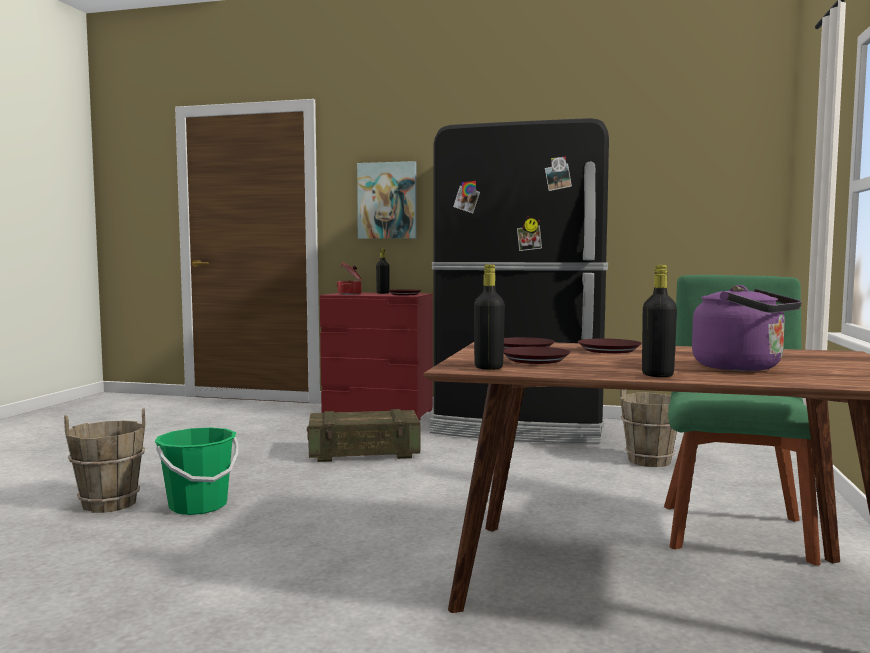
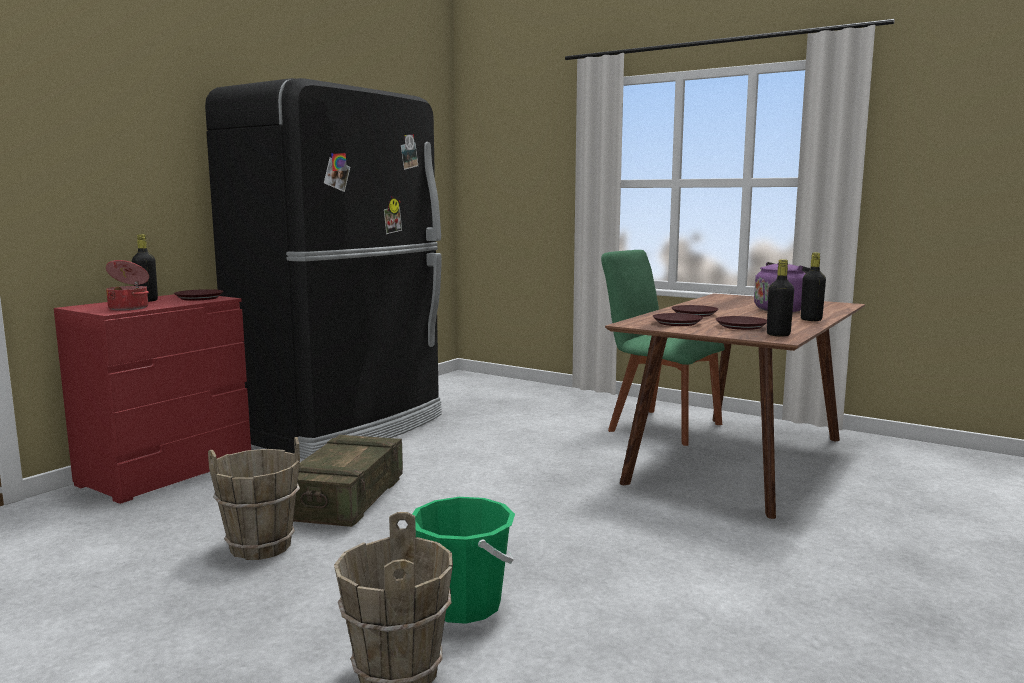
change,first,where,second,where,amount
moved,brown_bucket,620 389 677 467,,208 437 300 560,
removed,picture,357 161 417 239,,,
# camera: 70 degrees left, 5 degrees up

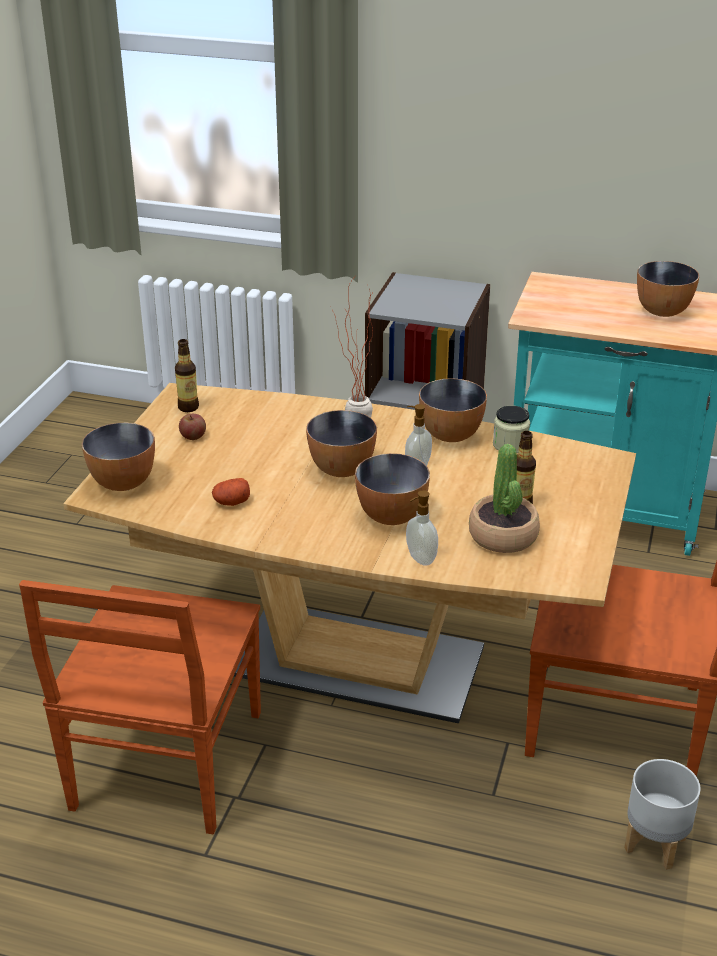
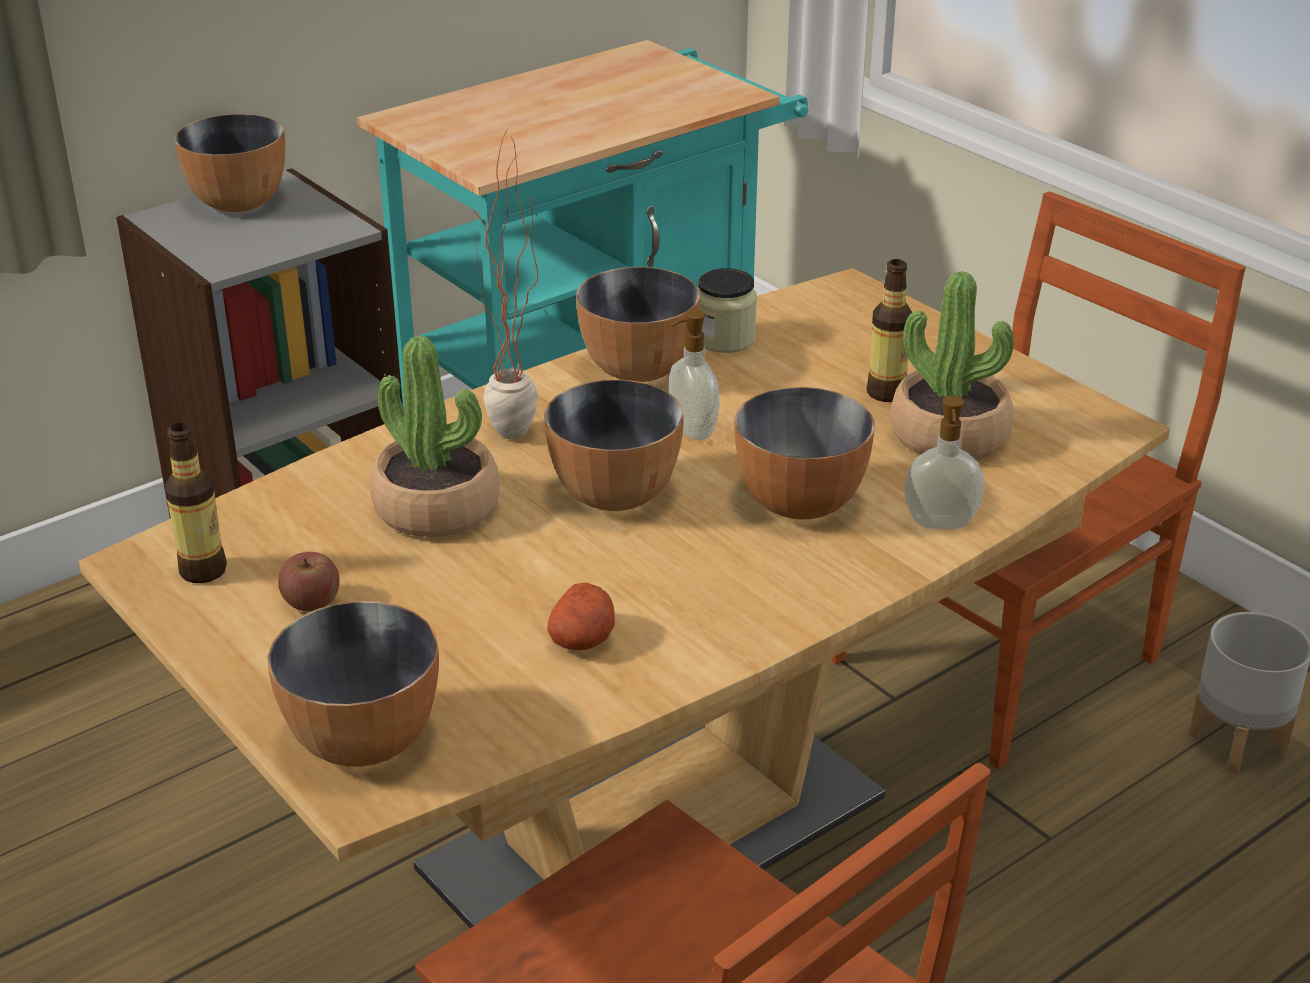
change,first,where,second,where,amount
moved,bowl,637 261 699 317,,174 114 285 212,
added,,,potted_plant,370 336 500 537,
# camera: 55 degrees left, 0 degrees up

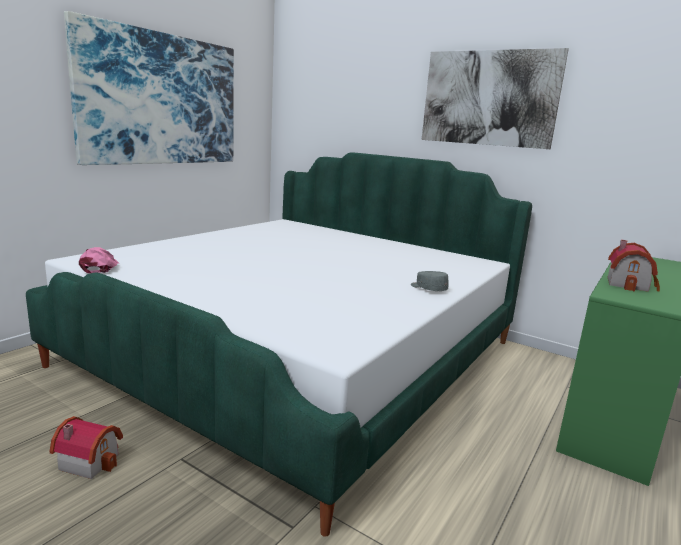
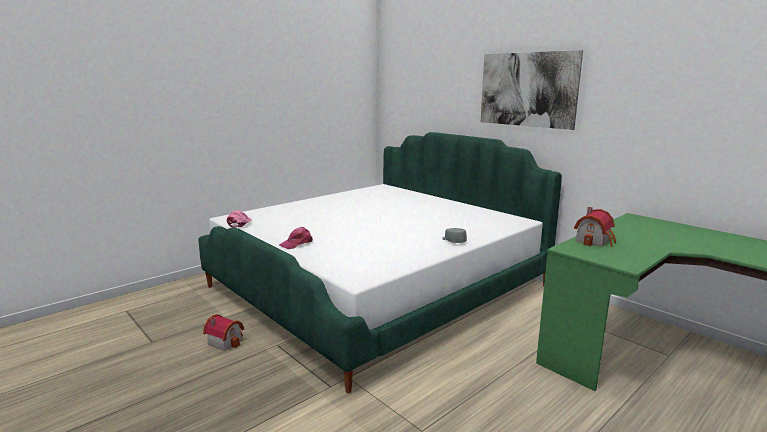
change,first,where,second,where,amount
added,,,pink_cap,279 227 313 249,
removed,picture,64 11 234 165,,,
# camera: 15 degrees right, 0 degrees up

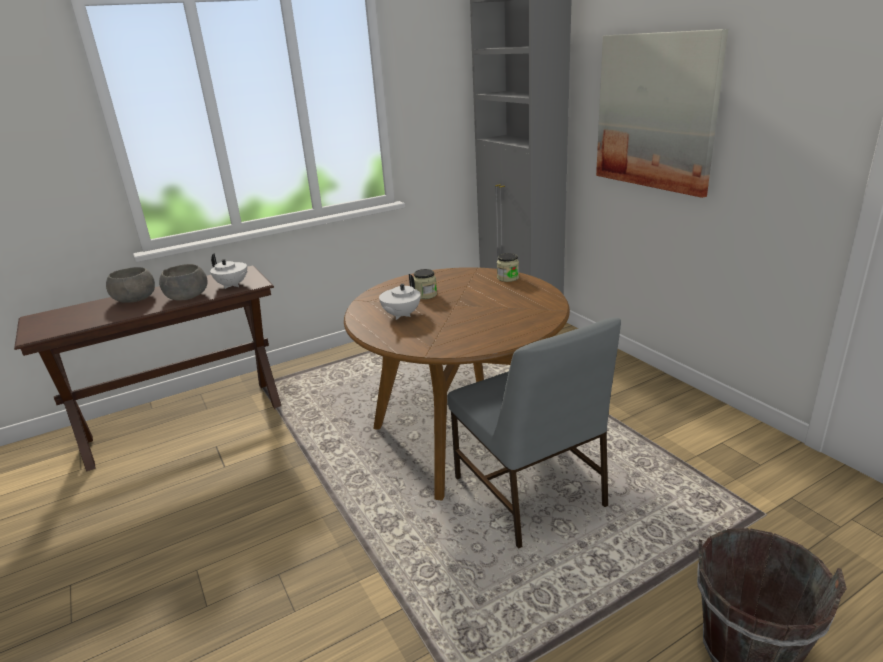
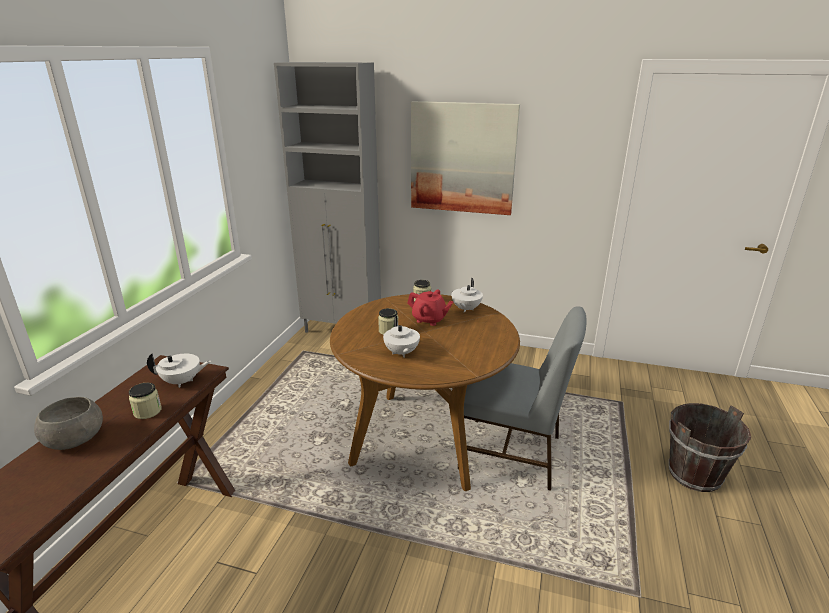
change,first,where,second,where,amount
replaced,grey_bowl,159 264 208 300,jar,129 383 162 419,
added,,,red_teapot,407 290 453 326,
added,,,white_teapot,451 278 483 313,
# camera: 45 degrees left, 0 degrees up

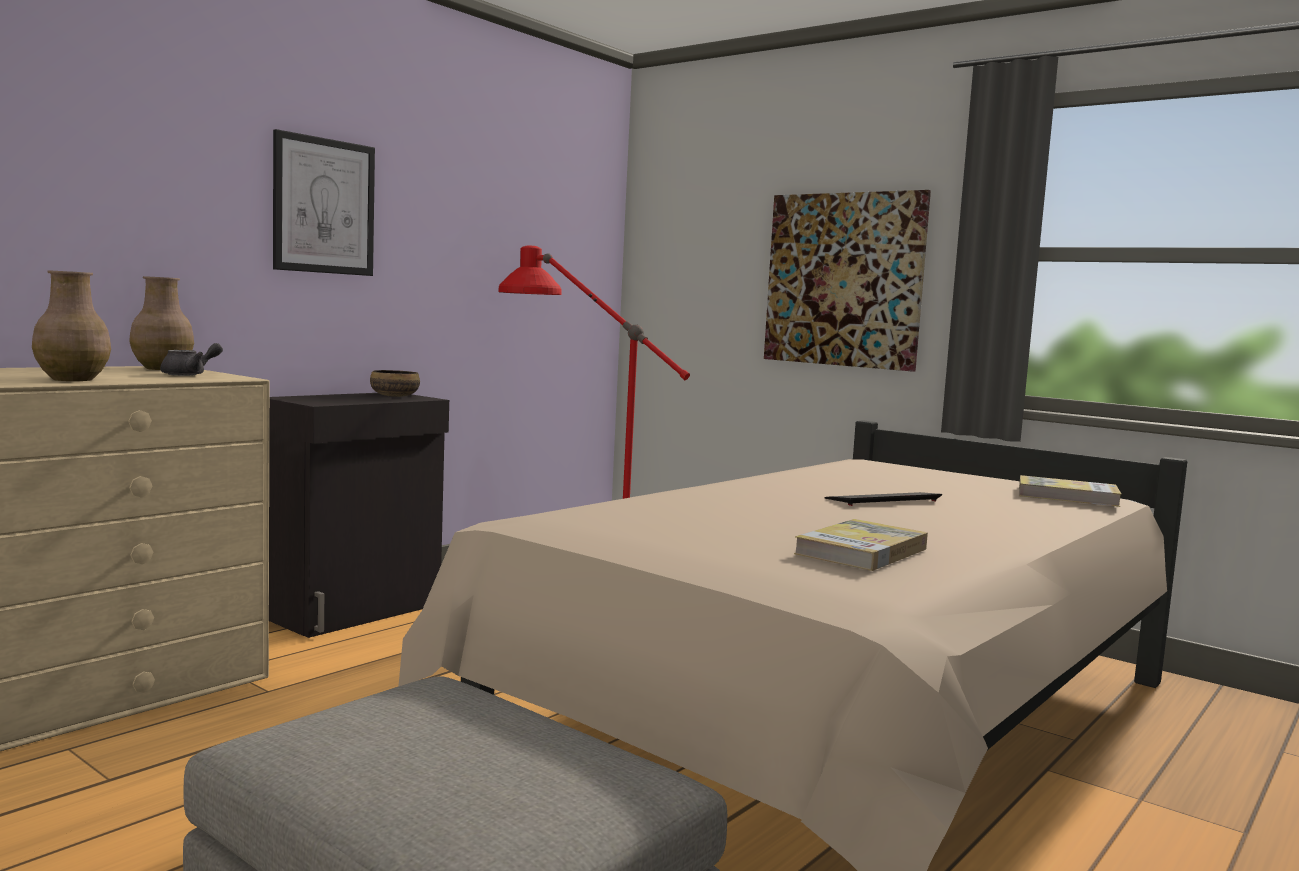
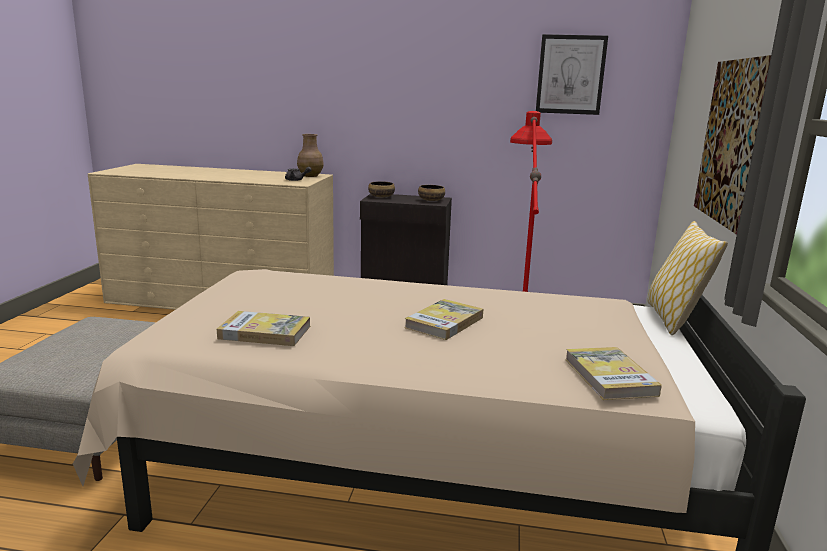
change,first,where,second,where,amount
added,,,bowl,368 181 395 197,
replaced,keyboard,825 492 942 506,book,405 299 483 340,
moved,picture,273 129 375 276,,536 34 608 115,
added,,,pillow,647 221 728 335,
removed,brown_vase,32 270 111 381,,,
# camera: 60 degrees right, 10 degrees up

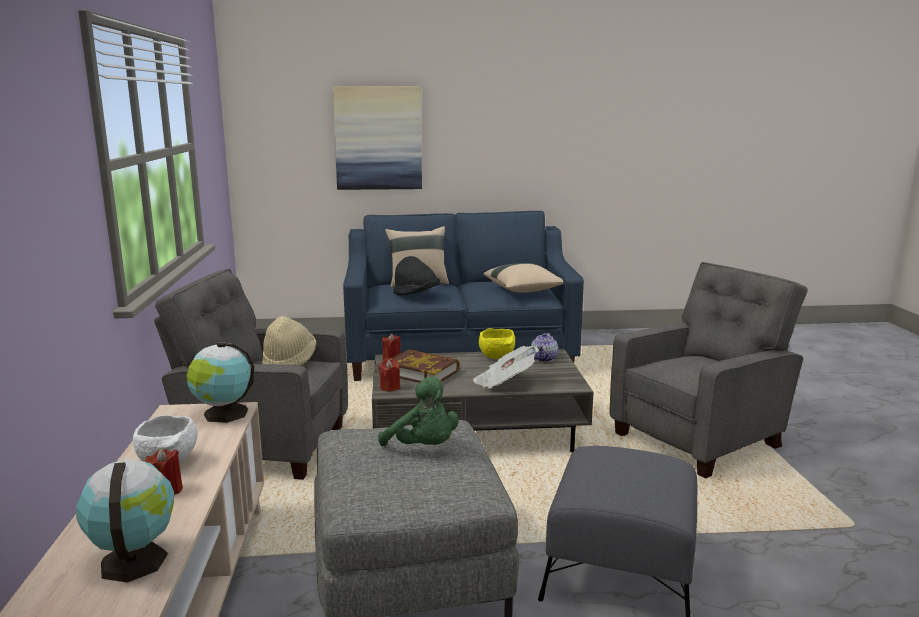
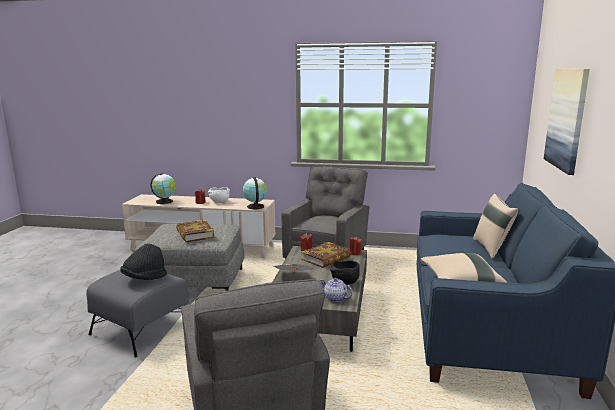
change,first,where,second,where,amount
moved,black_hat,393 256 440 295,,120 244 167 280,
replaced,green_plush_toy,378 377 459 446,book,176 220 214 242,
recoloured,yellow_bowl,479 328 515 359,black_bowl,330 260 360 284,
removed,beige_hat,262 316 316 365,,,
# camera: 105 degrees right, 0 degrees up

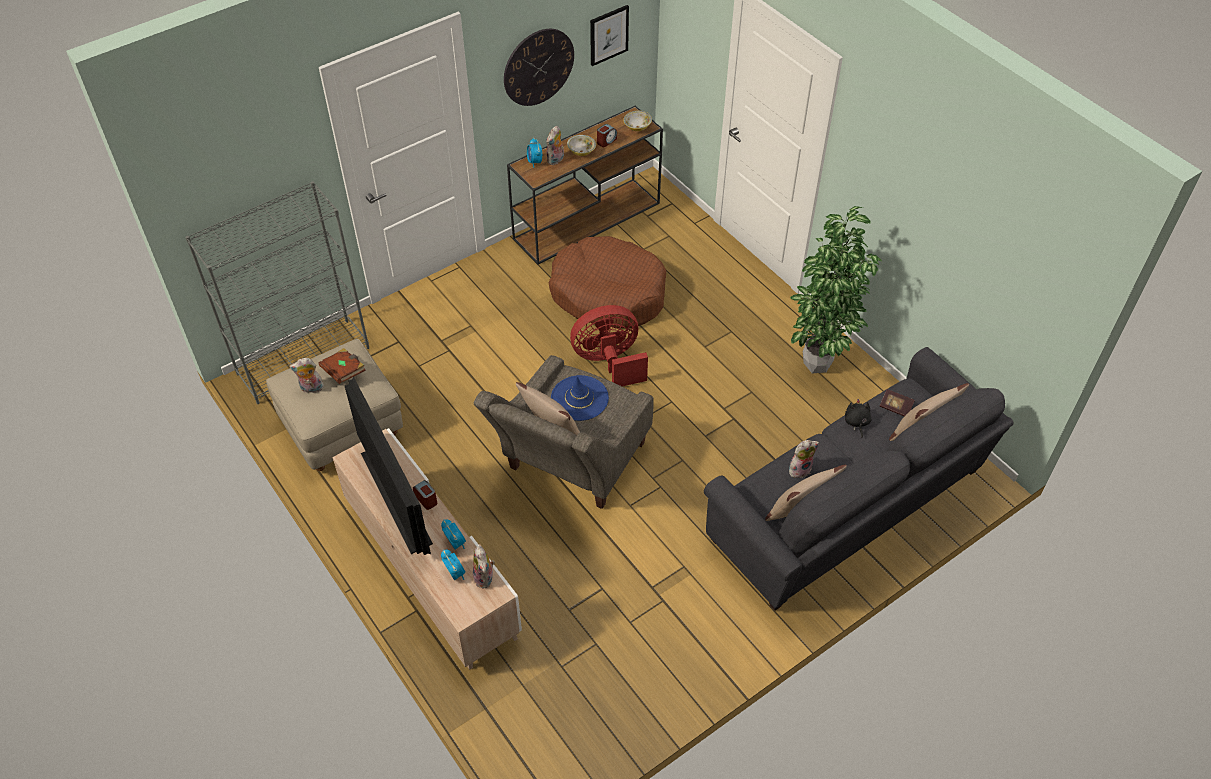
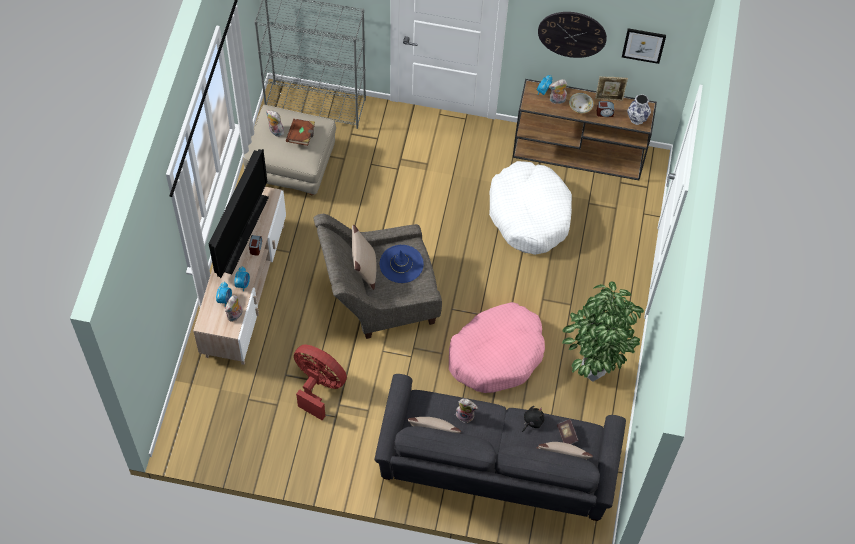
change,first,where,second,where,amount
moved,red_fan,570 305 648 386,,294 344 347 420,
added,,,pink_dog_bed,449 302 545 393,
recoloured,brown_dog_bed,549 236 666 328,white_dog_bed,489 161 572 255,
added,,,picture_frame,595 76 628 100,
replaced,bowl,623 111 652 131,vase,627 94 651 125,
# camera: 45 degrees right, 10 degrees up

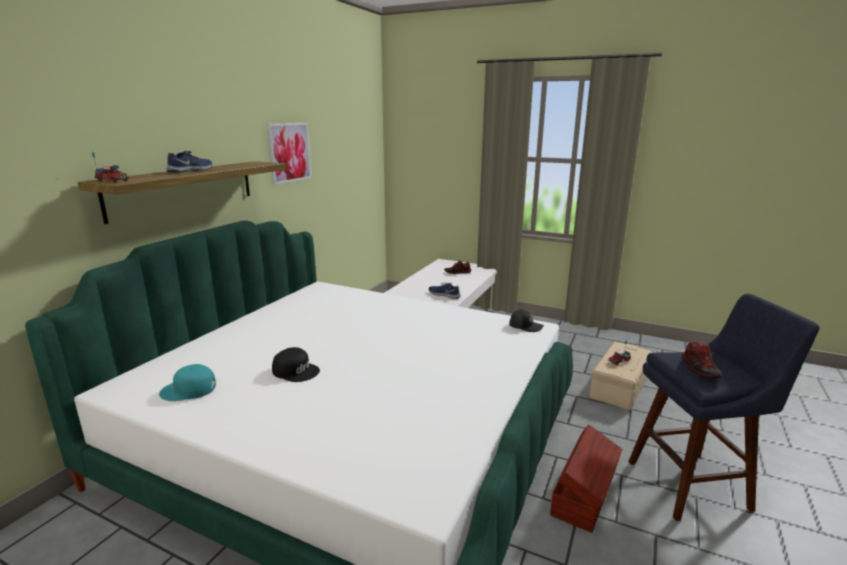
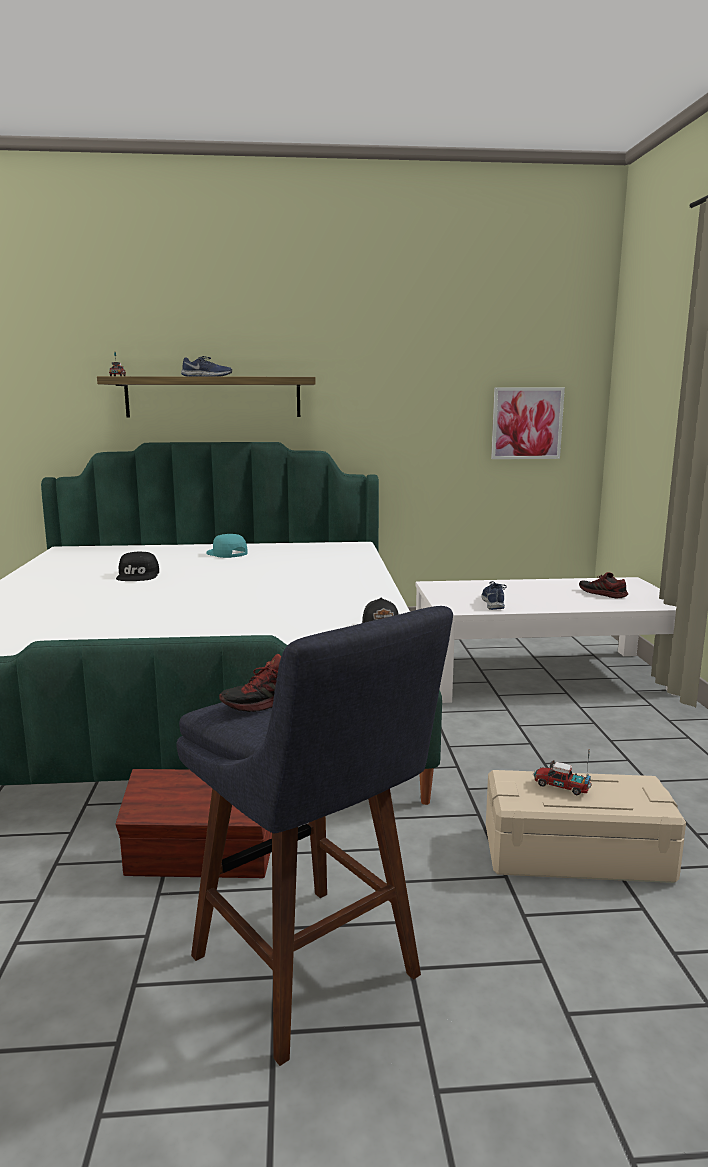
change,first,where,second,where,amount
moved,turquoise_cap,159 364 216 401,,206 534 248 558,
moved,picture,267 123 312 185,,491 388 565 459,
# camera: 60 degrees right, 5 degrees down

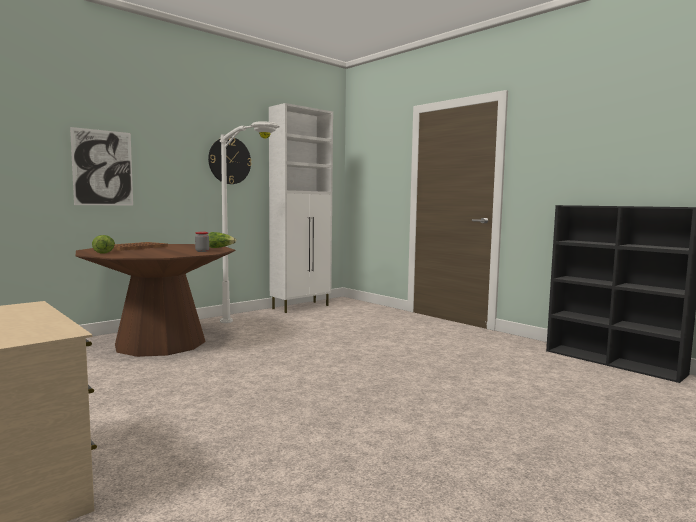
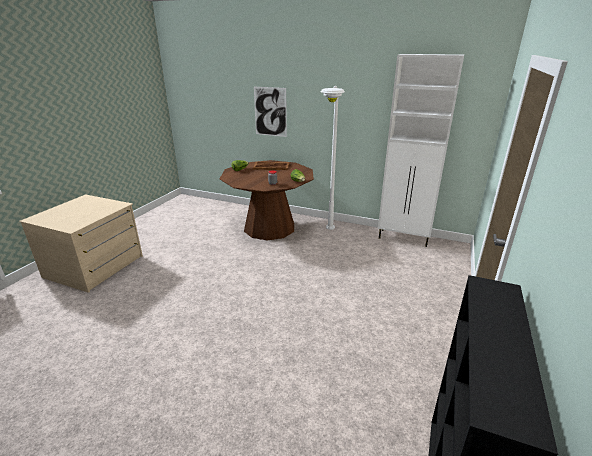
change,first,where,second,where,amount
removed,wall_clock,208 137 252 184,,,
# camera: 65 degrees right, 20 degrees up

